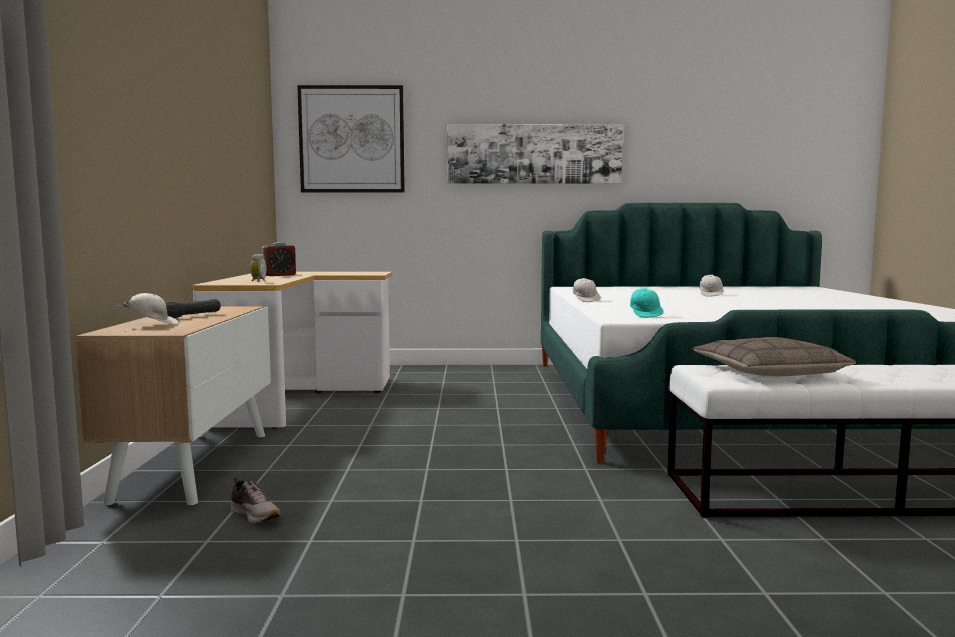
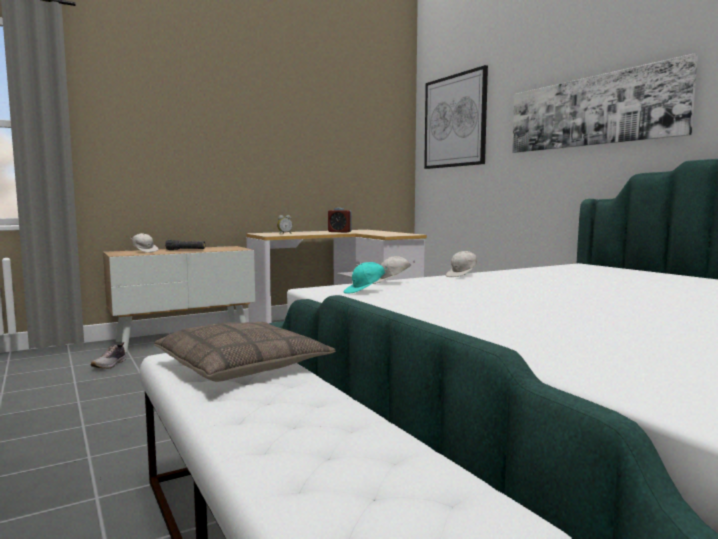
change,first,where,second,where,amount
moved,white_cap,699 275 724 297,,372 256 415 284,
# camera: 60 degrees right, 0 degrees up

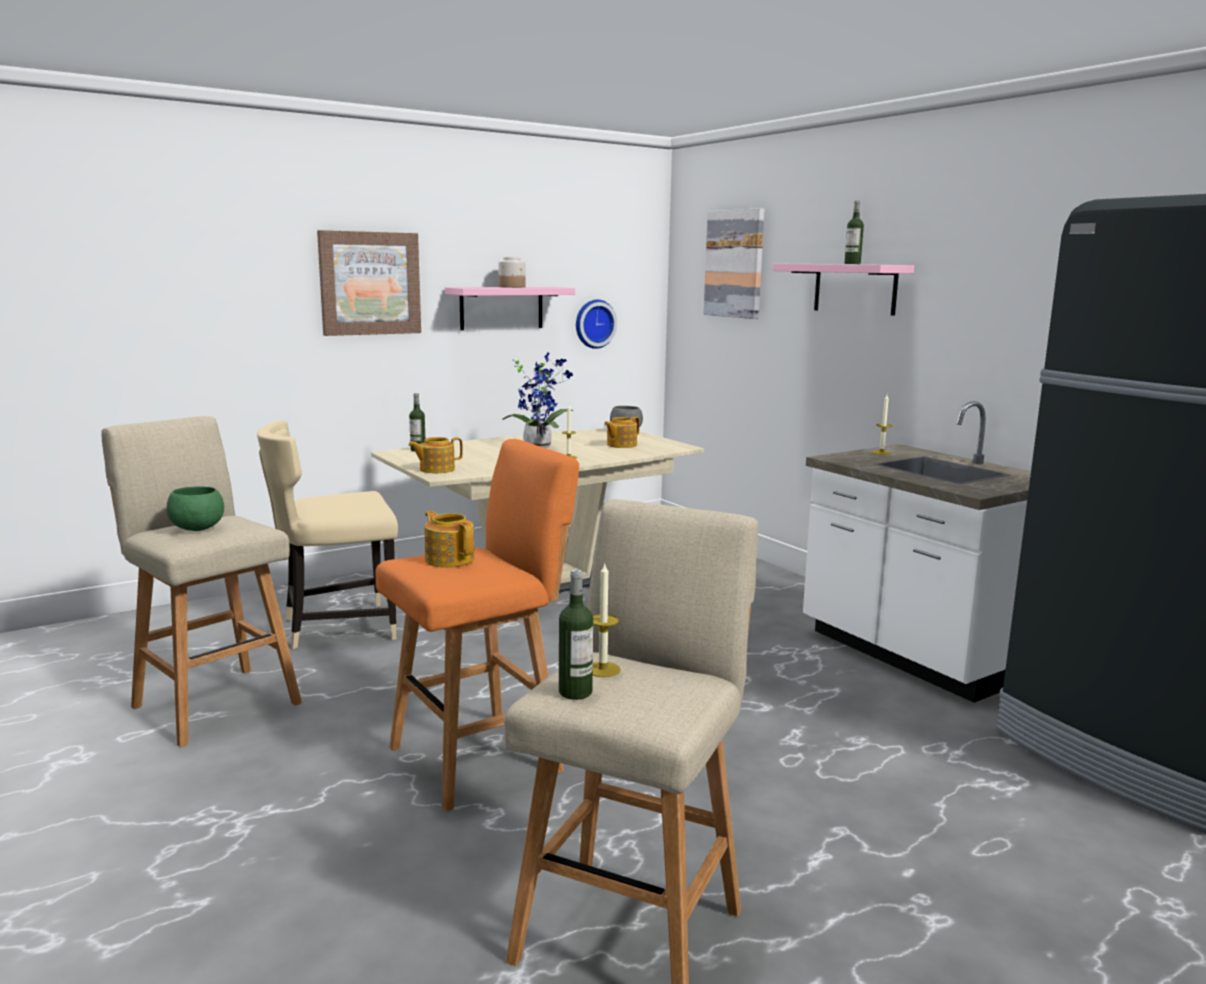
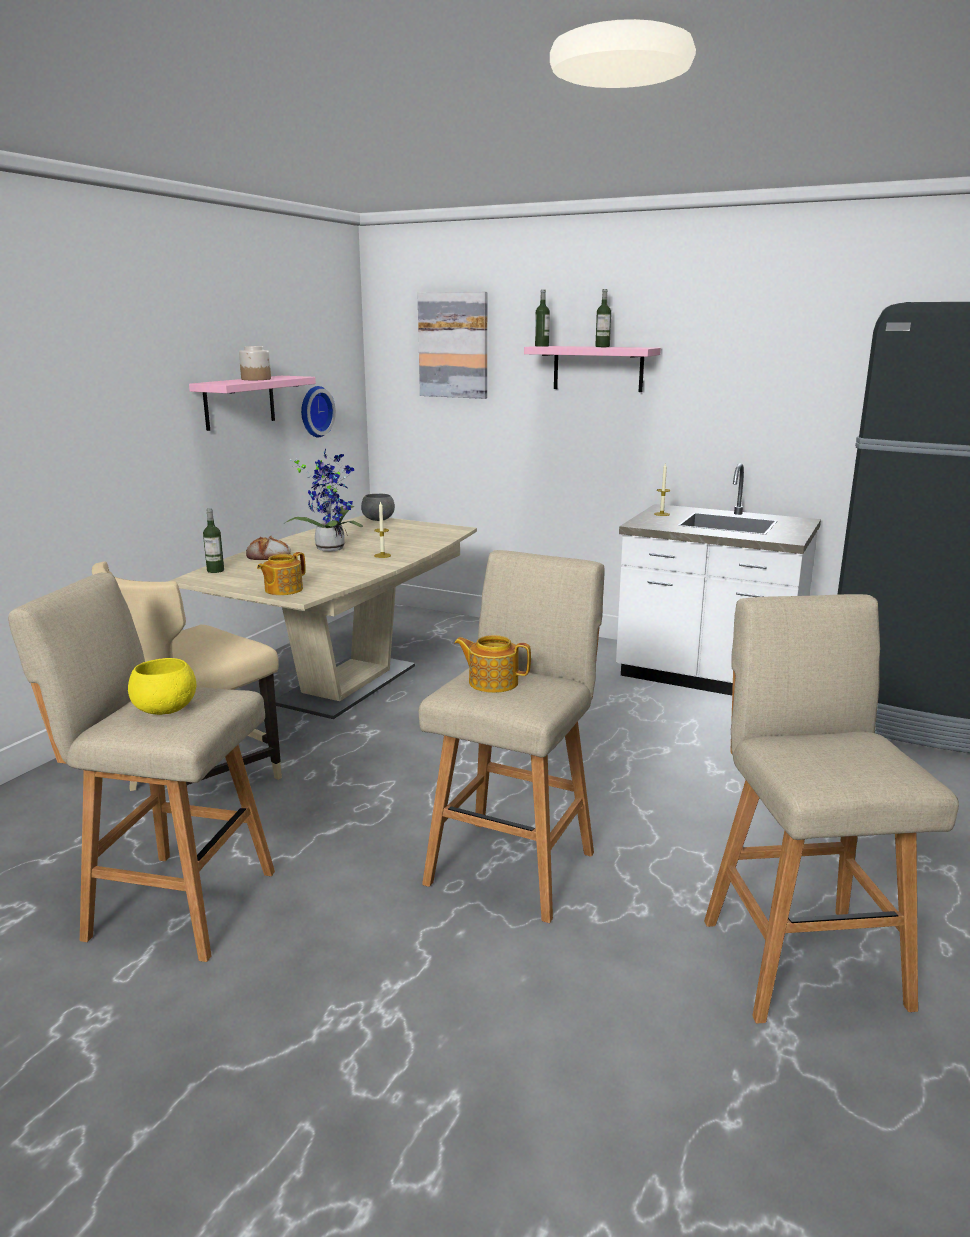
change,first,where,second,where,amount
recoloured,green_bowl,166 487 224 531,yellow_bowl,128 658 196 715,
added,,,bread,246 536 291 560,
recoloured,orange_stool,375 439 579 812,beige_stool,419 550 604 923,
moved,bottle,559 569 593 700,,535 289 550 347,
removed,picture,317 230 421 336,,,
removed,candle,593 564 621 677,,,
removed,teapot,604 416 640 448,,,
# camera: 30 degrees left, 5 degrees up

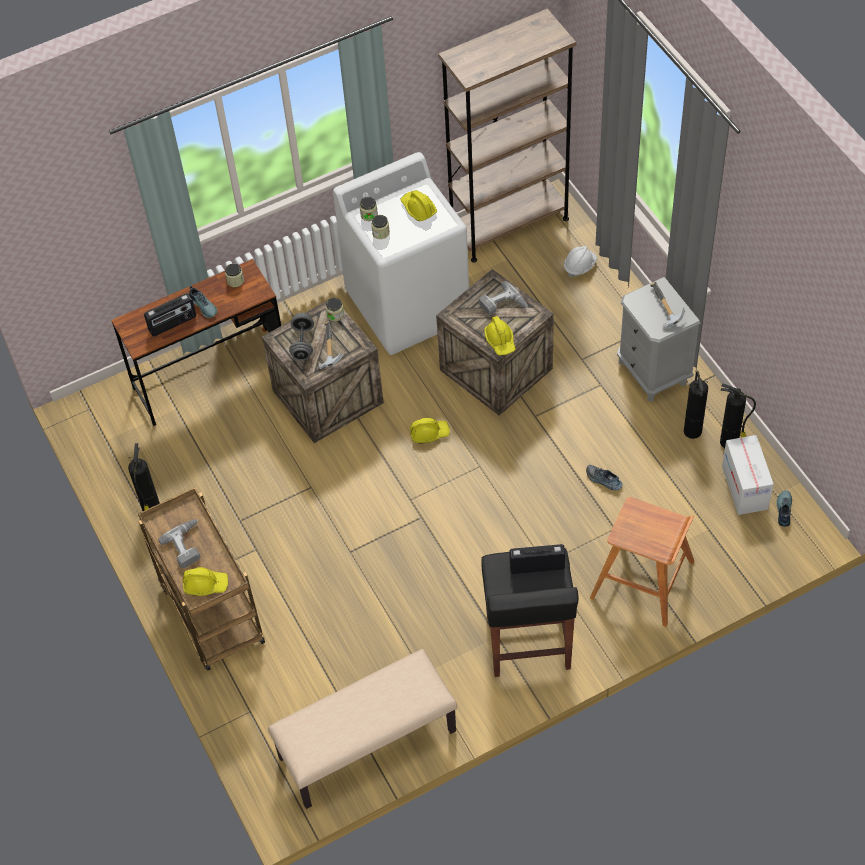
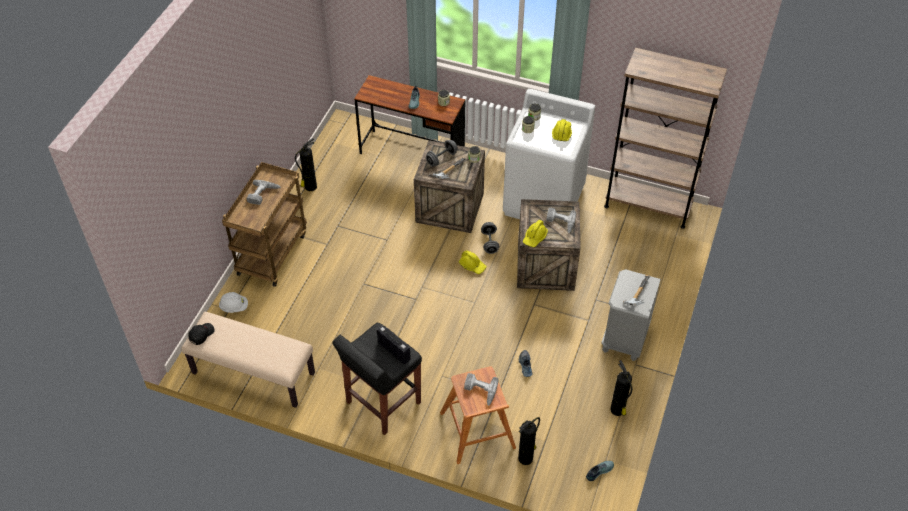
change,first,where,second,where,amount
added,,,black_cap,188 323 215 345,
moved,white_hard_hat,564 246 597 278,,219 292 248 313,
added,,,power_drill,464 373 498 406,
added,,,grey_dumbbell,481 222 499 254,
moved,fire_extinguisher,684 371 708 439,,518 417 540 465,
removed,radio,144 293 196 337,,,
removed,yellow_hard_hat,183 567 228 596,,,
removed,cardboard_box,722 435 774 515,,,
# camera: 45 degrees right, 5 degrees down

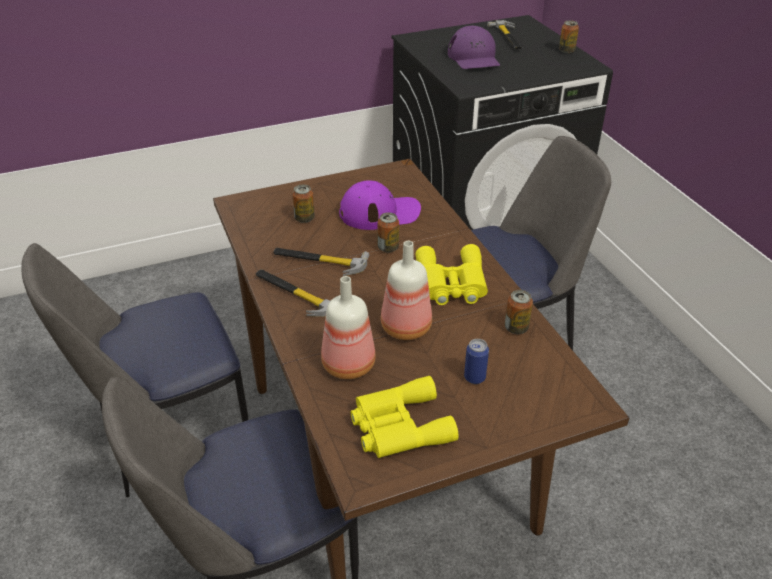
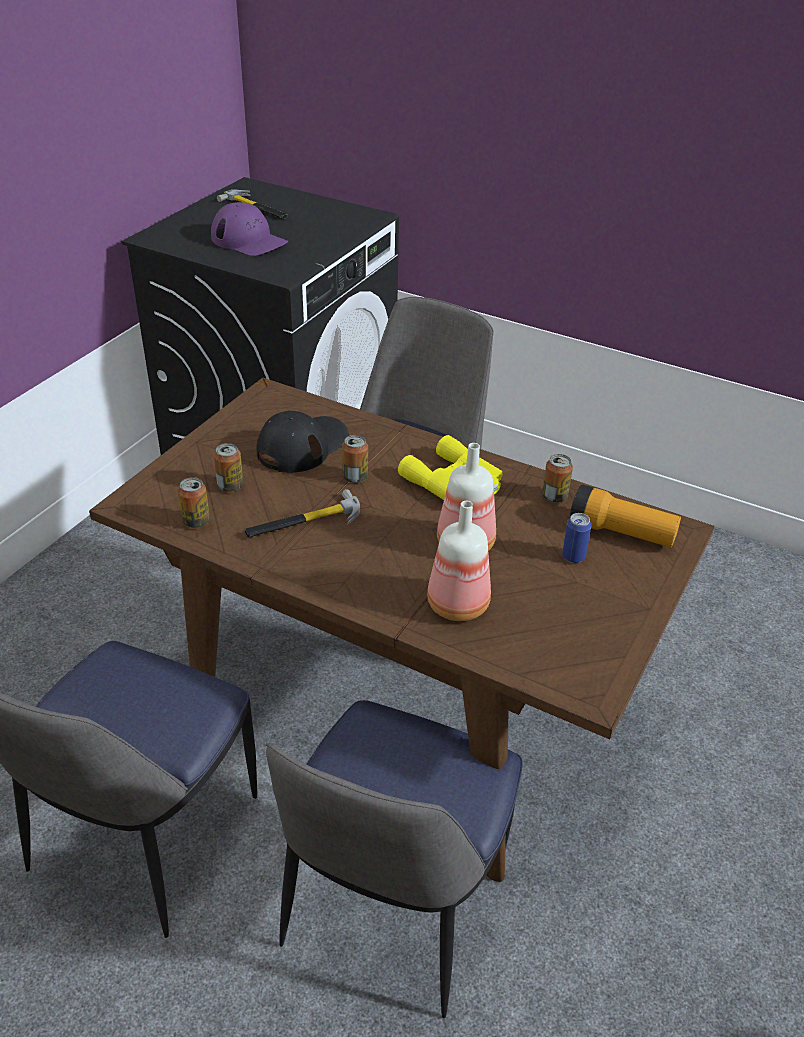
change,first,where,second,where,amount
moved,can,559 20 579 53,,178 477 210 528,
recoloured,purple_cap,339 180 421 230,black_cap,256 410 349 473,
added,,,flashlight,570 485 681 547,
removed,hammer,256 270 330 317,,,
removed,yellow_binoculars,351 376 459 458,,,
# camera: 40 degrees left, 0 degrees up

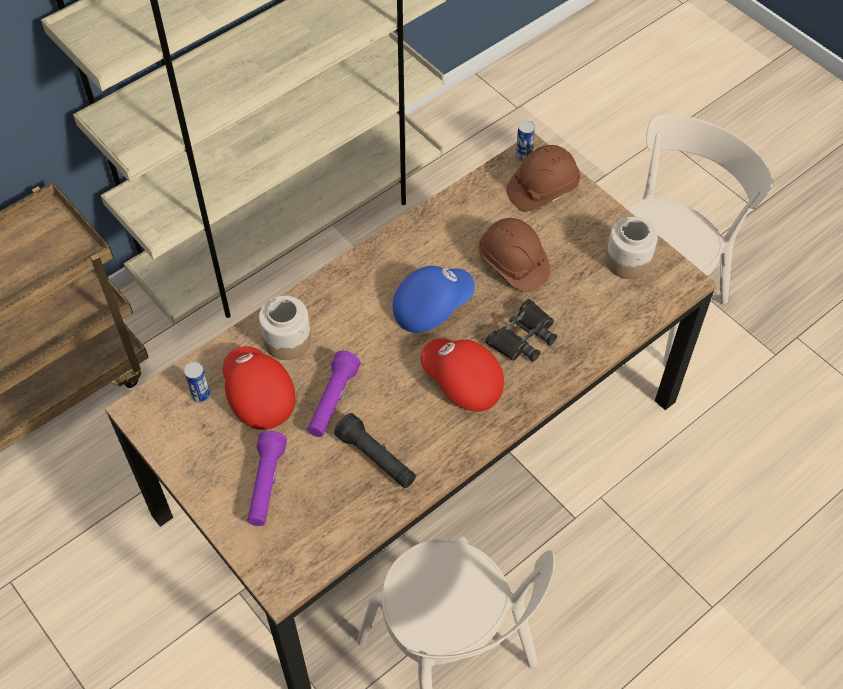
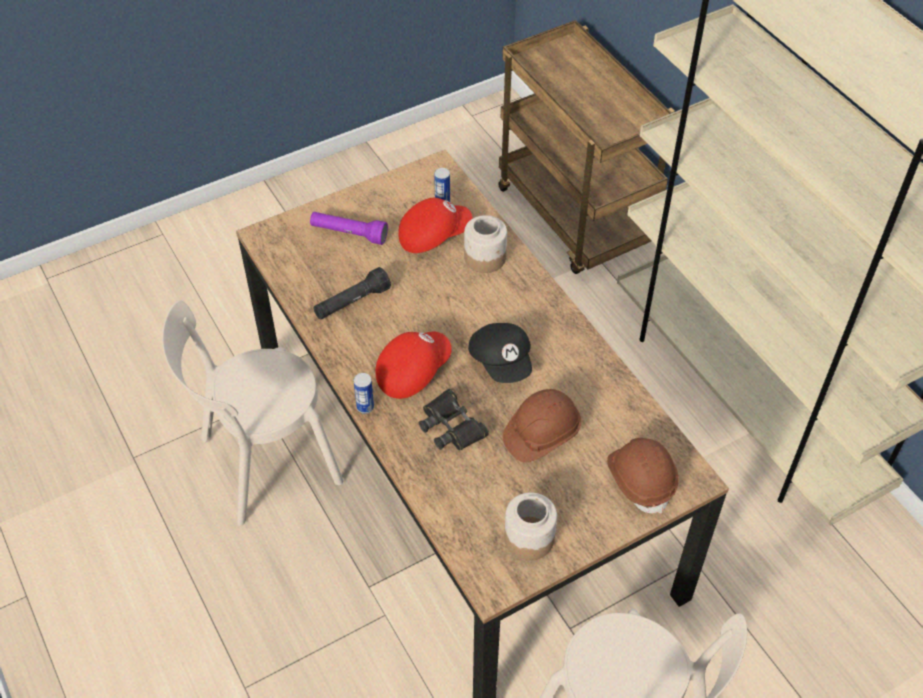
change,first,where,second,where,amount
moved,can,516 121 535 162,,353 373 374 414,
recoloured,blue_cap,393 266 475 333,black_cap,468 323 532 383,
removed,purple_flashlight,307 351 361 437,,,
# camera: 100 degrees right, 5 degrees down

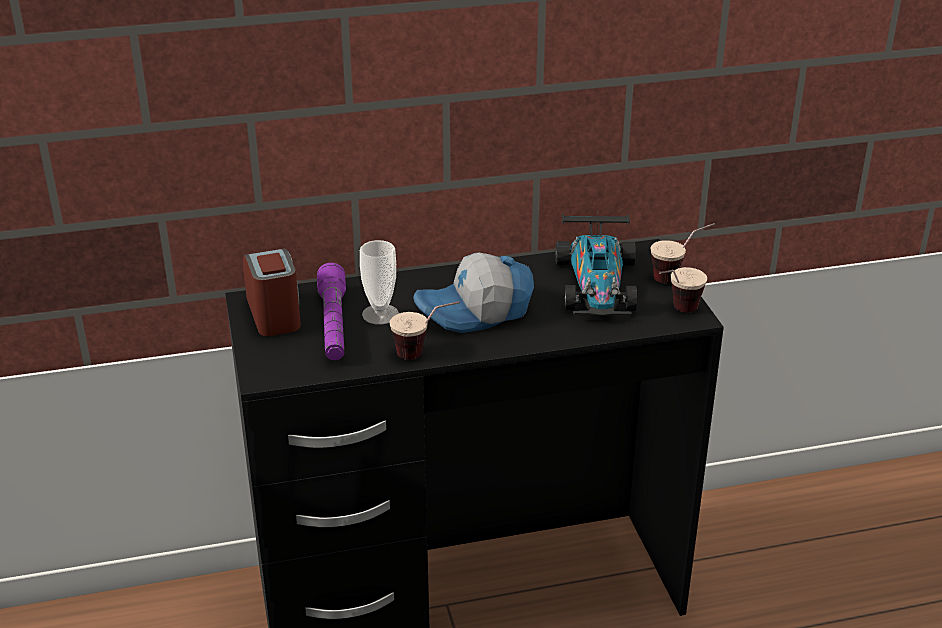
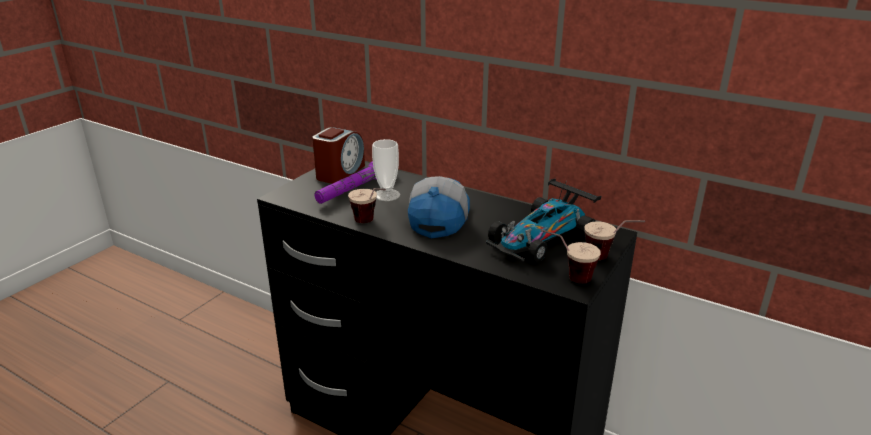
change,first,where,second,where,amount
turned,cap,413 253 534 333,,408 176 470 238,75 degrees clockwise
# camera: 45 degrees right, 5 degrees down

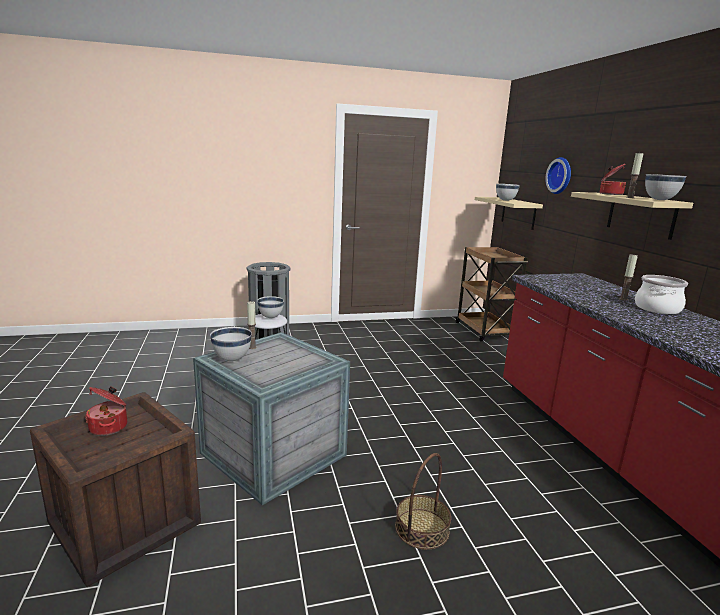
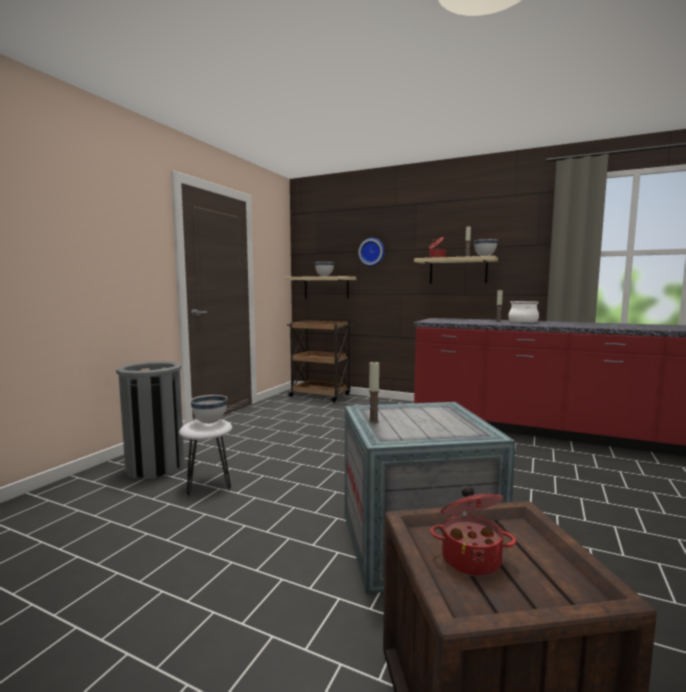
change,first,where,second,where,amount
removed,white_bowl,210 327 252 361,,,
removed,basket,395 453 451 550,,,
# camera: 50 degrees left, 10 degrees down

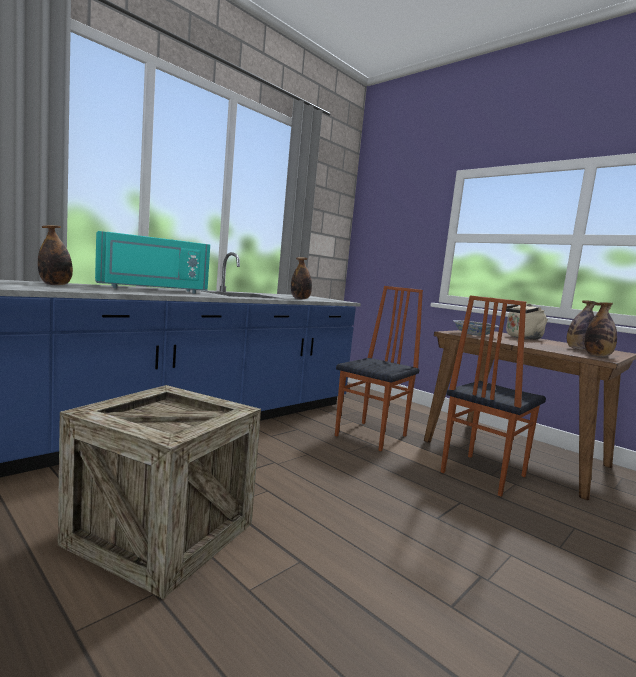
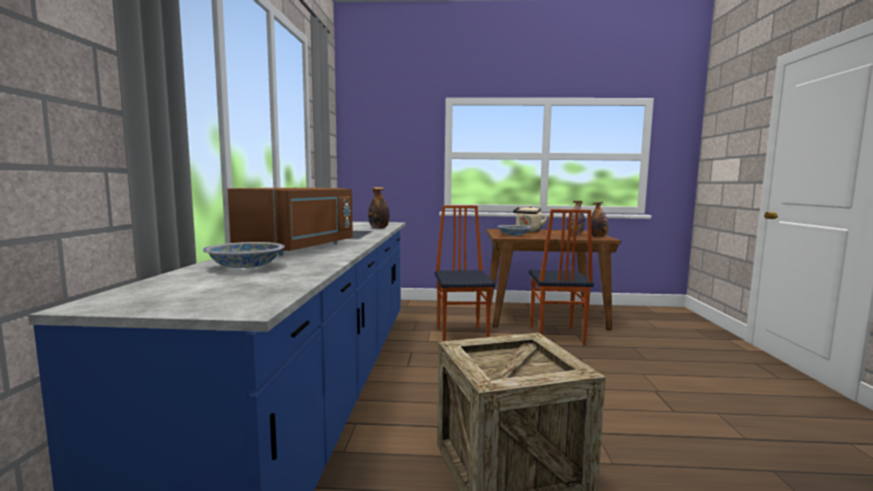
change,first,where,second,where,amount
replaced,bottle,38 225 73 285,bowl,203 242 285 268,
recoloured,turquoise_microwave,95 231 210 294,brown_microwave,227 188 353 256,
# camera: 40 degrees left, 0 degrees up

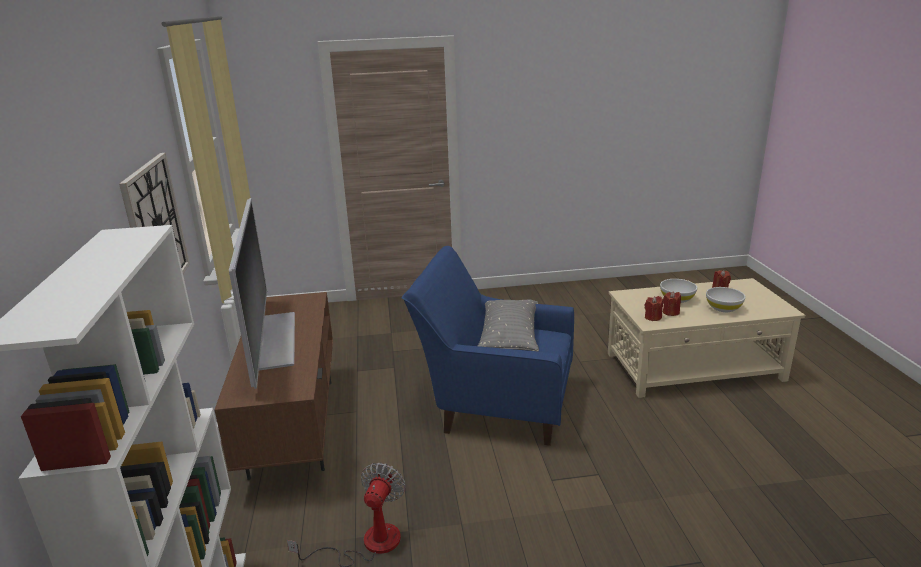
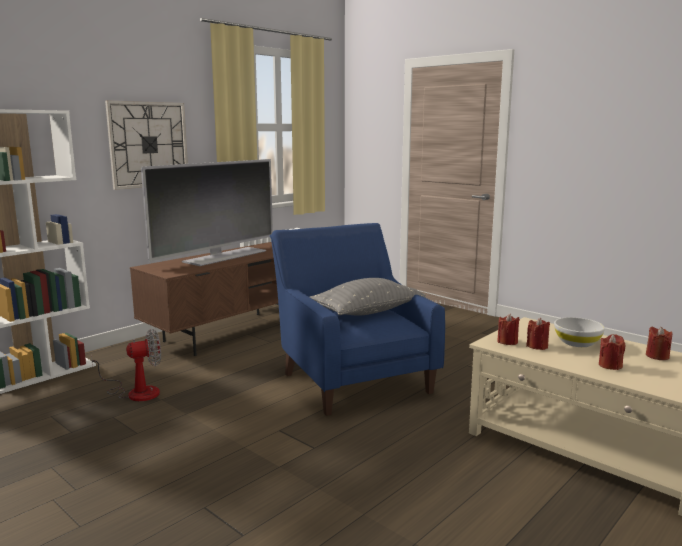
change,first,where,second,where,amount
replaced,white_bowl,706 287 745 312,red_candle,599 334 626 370,
# camera: 50 degrees right, 10 degrees down

